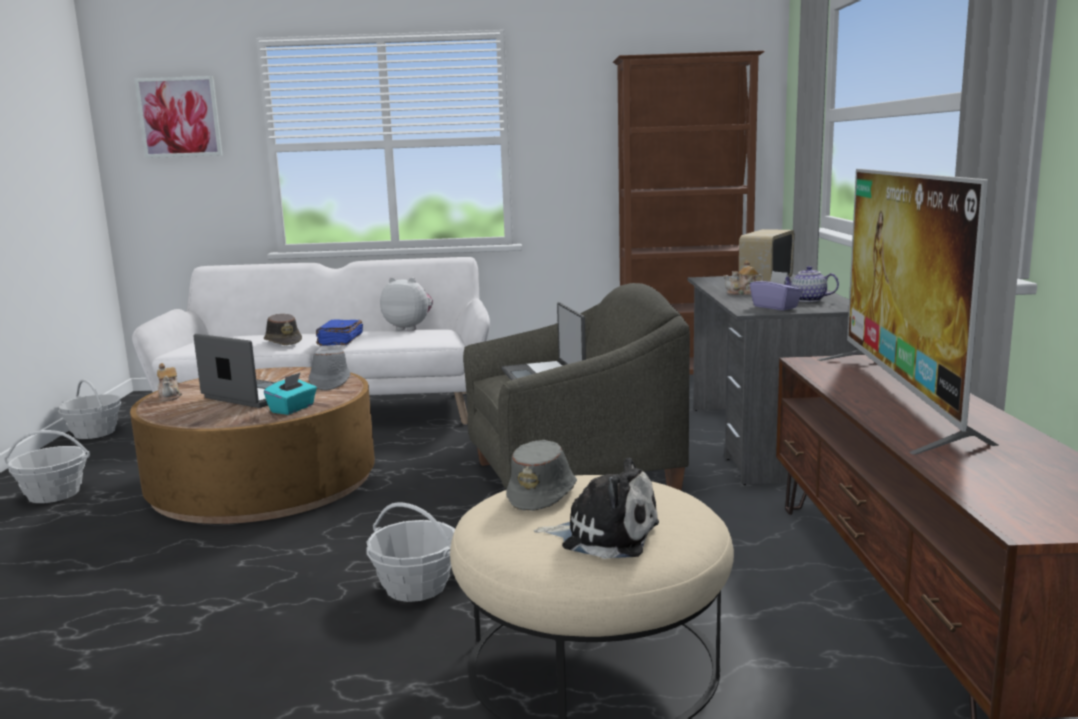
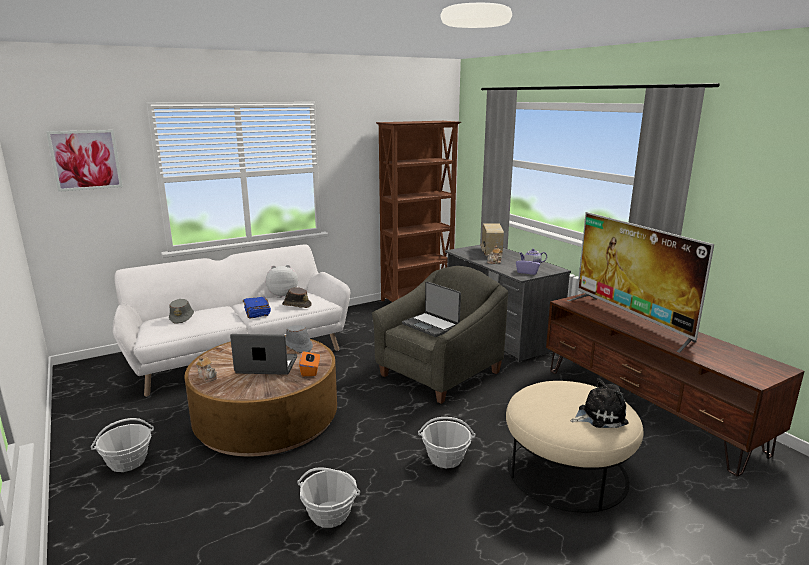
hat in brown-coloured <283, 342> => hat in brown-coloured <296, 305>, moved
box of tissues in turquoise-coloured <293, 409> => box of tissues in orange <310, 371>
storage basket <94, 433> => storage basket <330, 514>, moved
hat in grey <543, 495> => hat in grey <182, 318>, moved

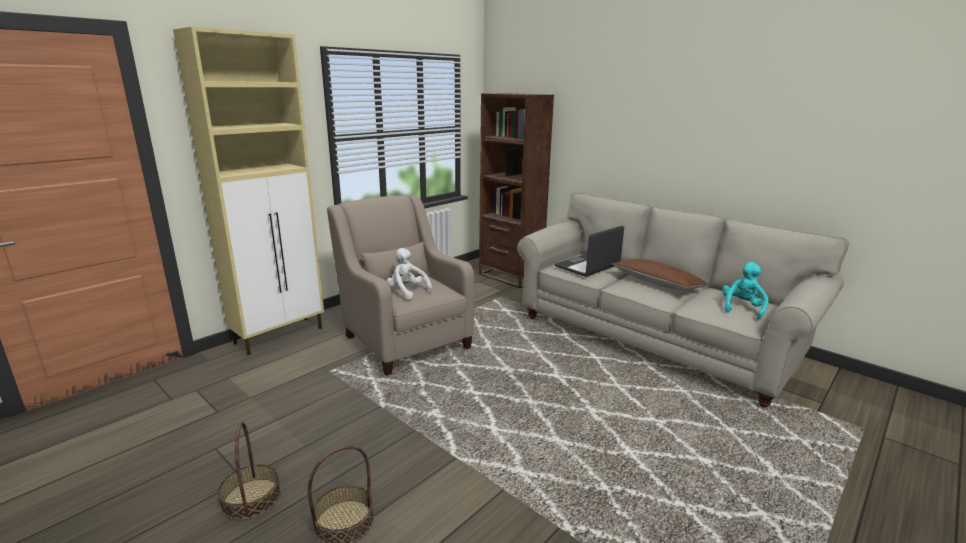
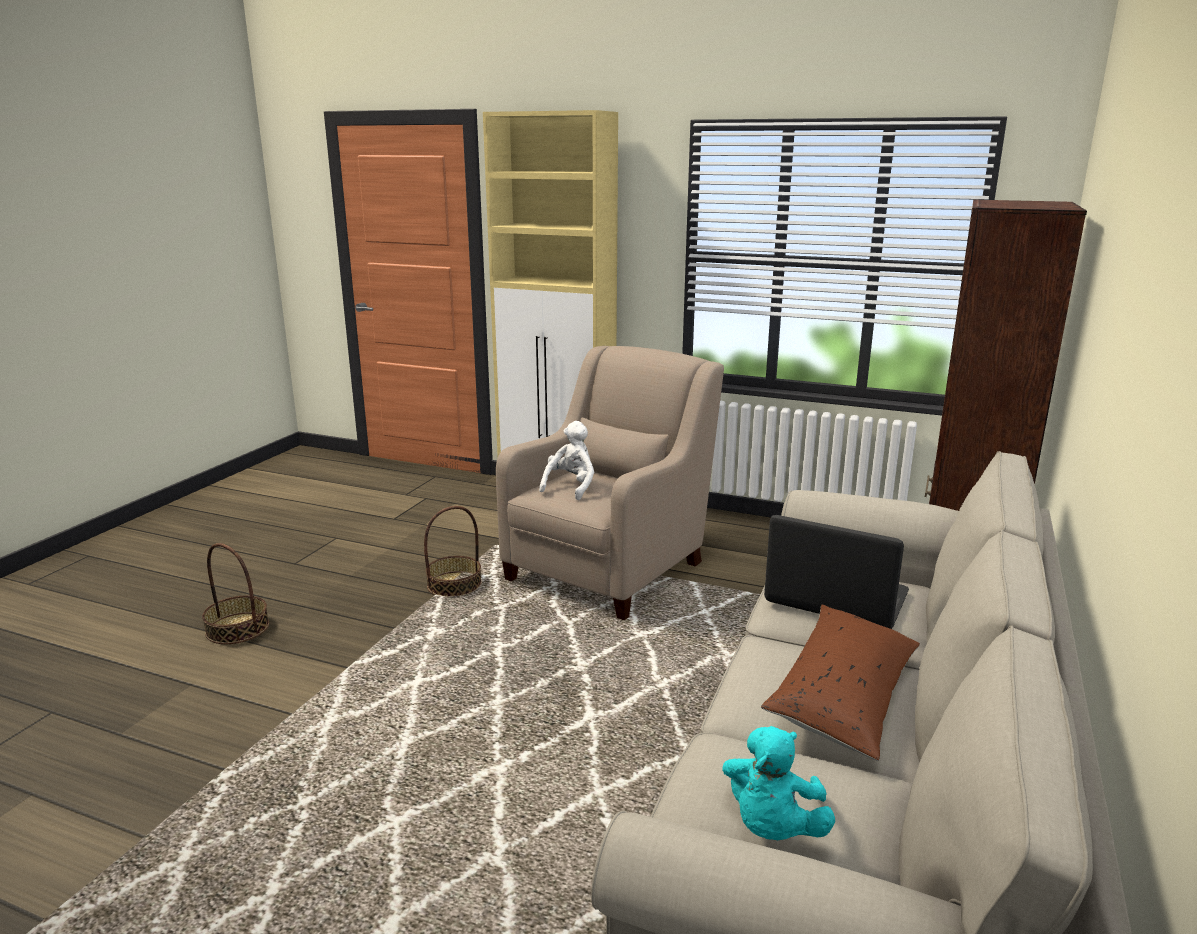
cuddly toy in turquoise-coloured <742, 308> => cuddly toy in turquoise-coloured <772, 827>, 105 degrees clockwise
storage basket <251, 498> => storage basket <454, 584>, moved

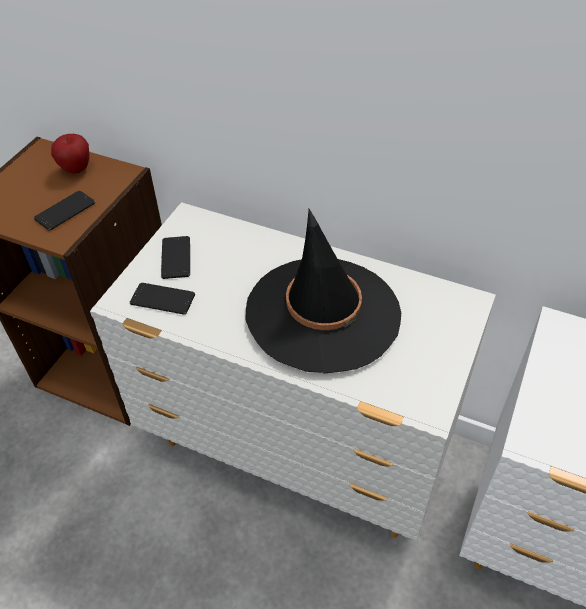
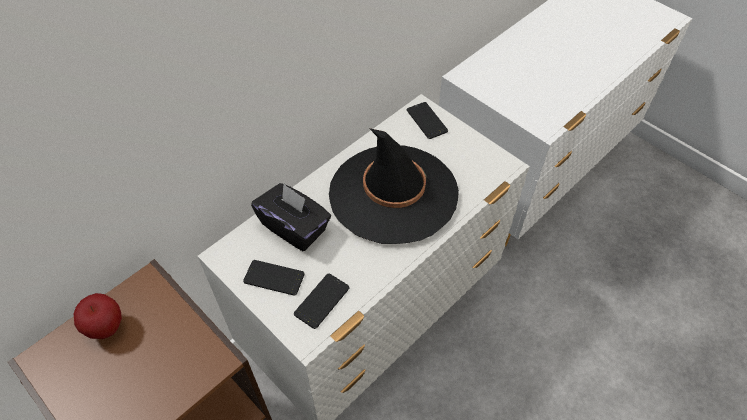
phone <65, 211> => phone <426, 121>, moved
nothing => box of tissues in black-coloured <294, 227>

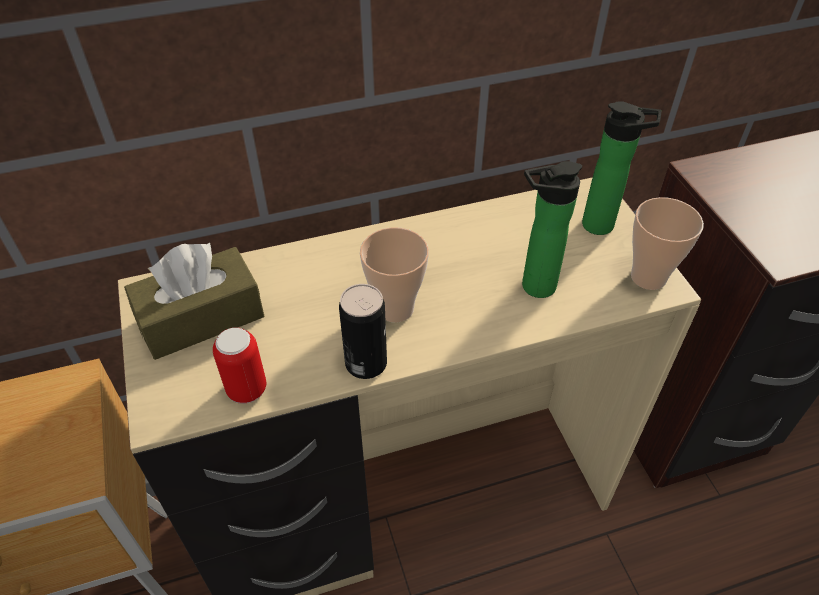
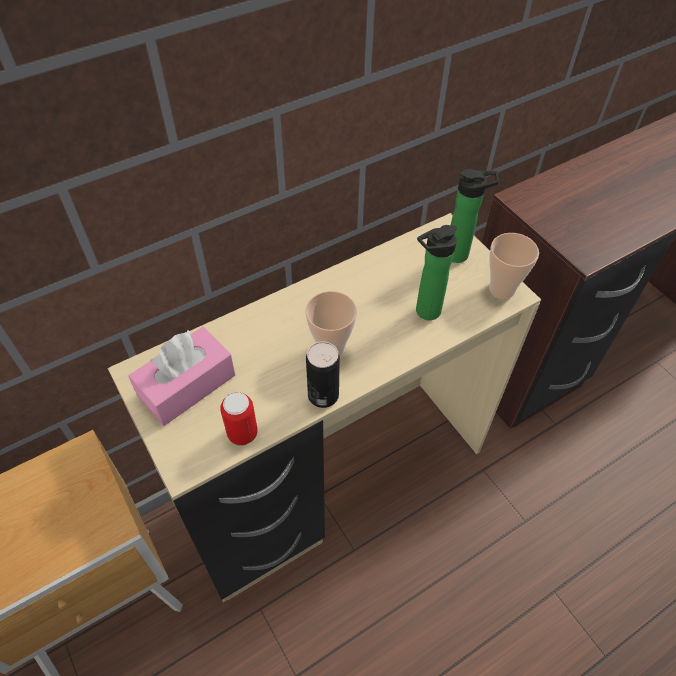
box of tissues in brown-coloured <201, 318> => box of tissues in pink-coloured <187, 385>

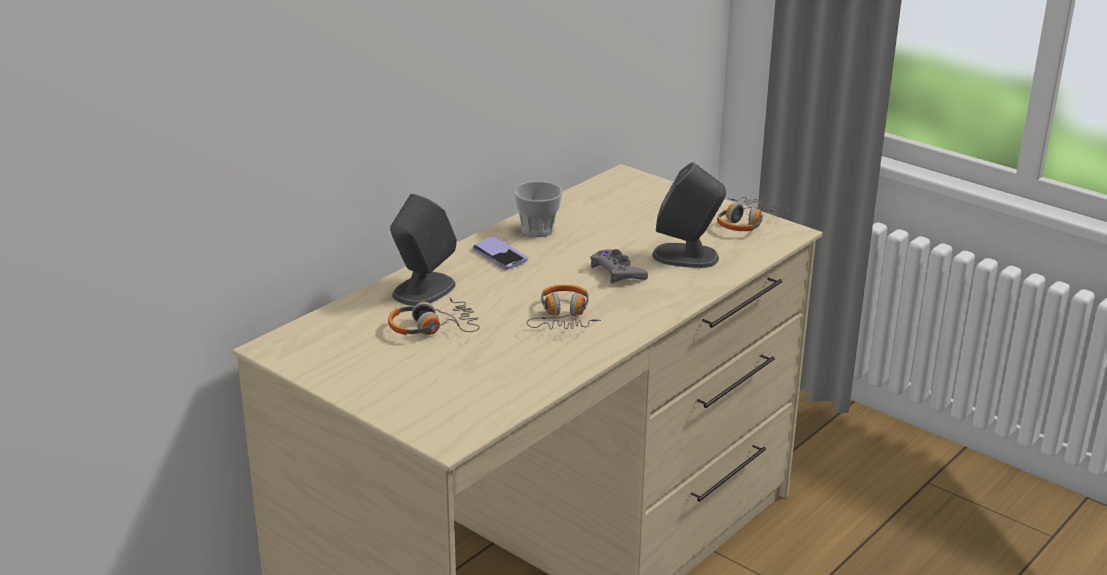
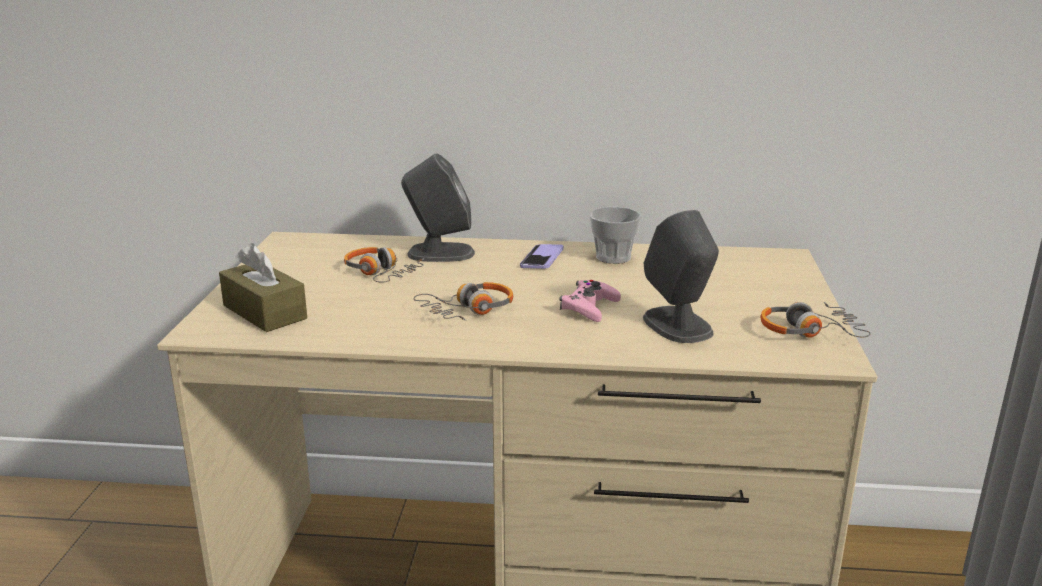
game controller in grey <617, 273> => game controller in pink-coloured <589, 307>
nothing => box of tissues in brown-coloured <264, 312>

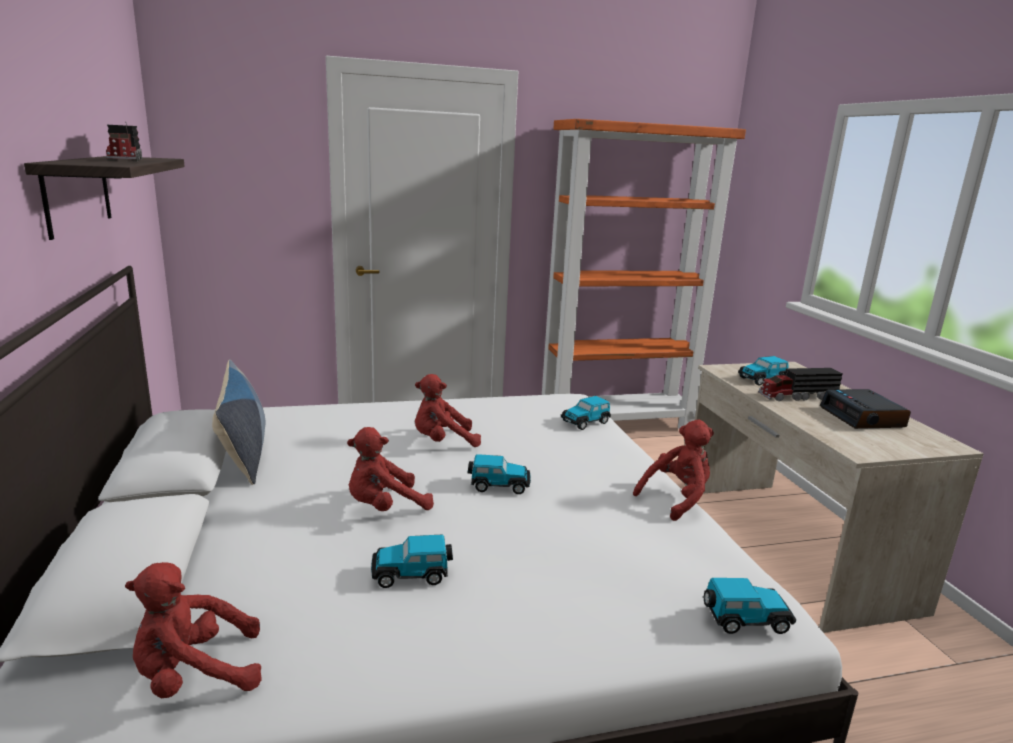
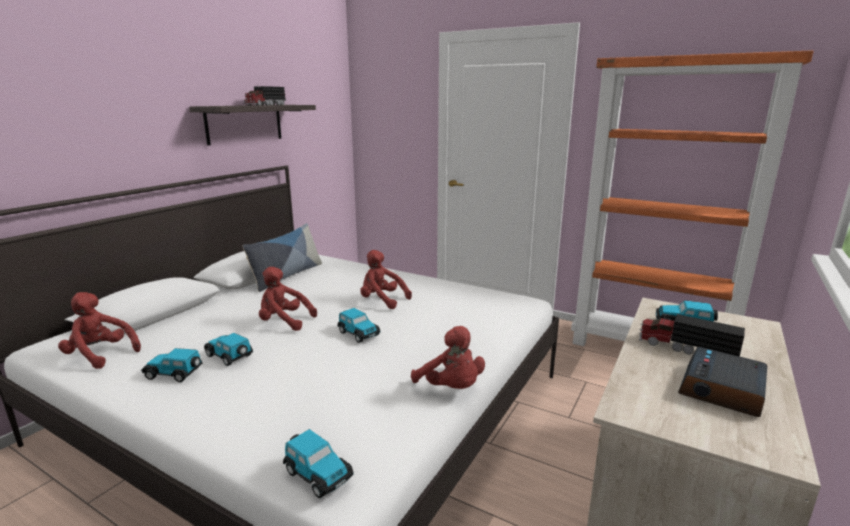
toy car <586, 422> => toy car <175, 373>, moved
cuddly toy in red <677, 498> => cuddly toy in red <451, 388>, 45 degrees clockwise

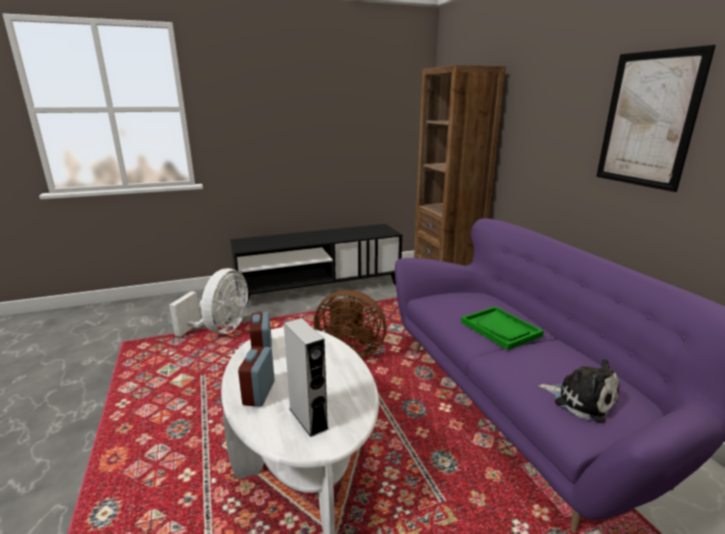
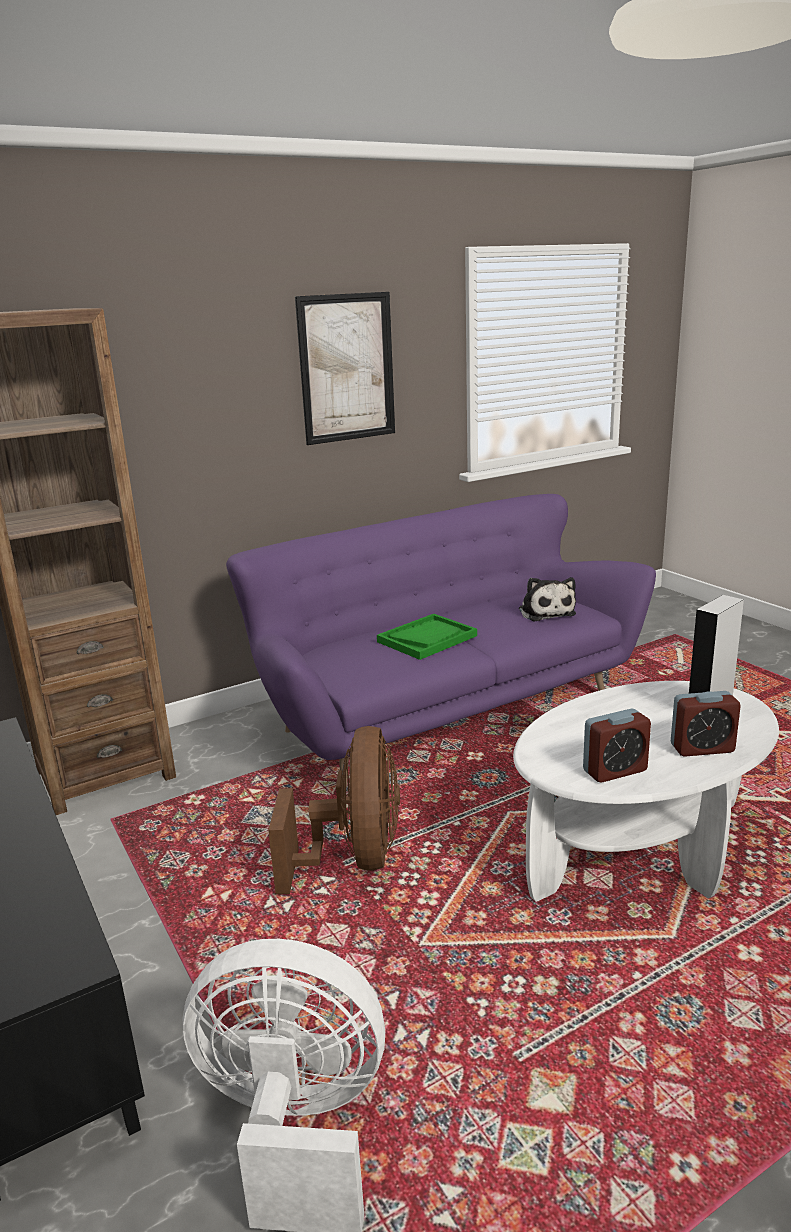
cuddly toy <581, 400> => cuddly toy <545, 612>, 135 degrees clockwise

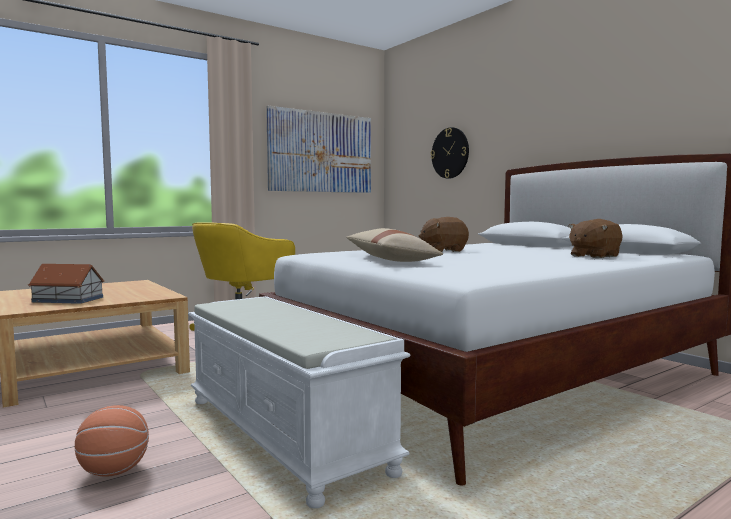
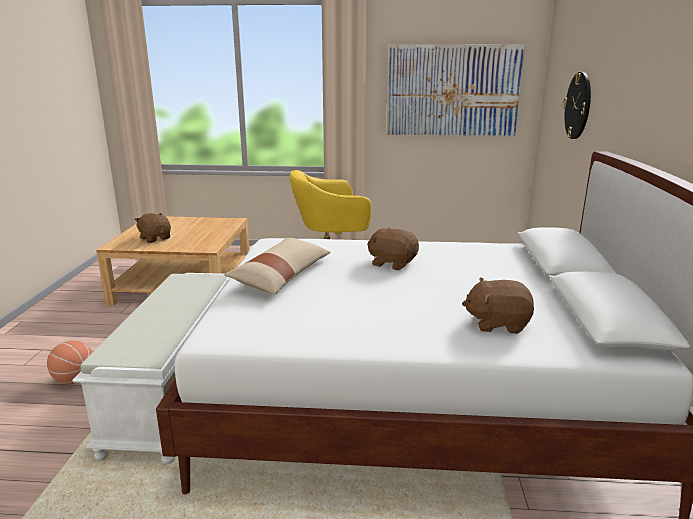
miniature house <68, 299> => cuddly toy in brown-coloured <155, 238>

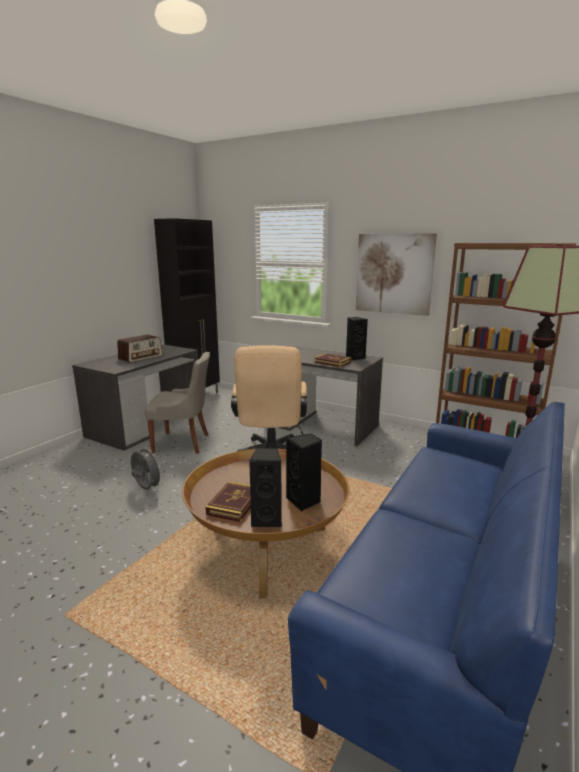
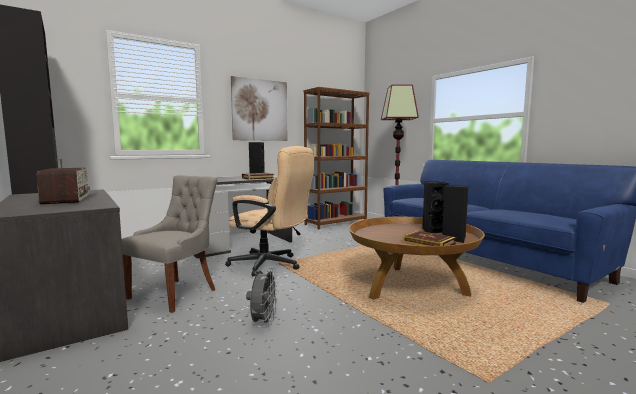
cooling fan in grey <146, 489> => cooling fan in grey <263, 322>, 120 degrees clockwise

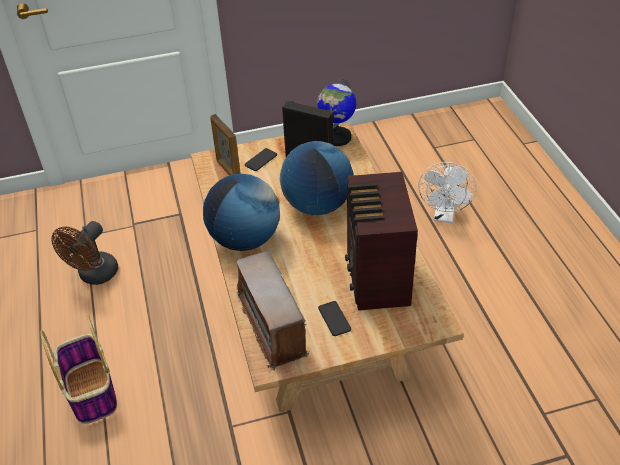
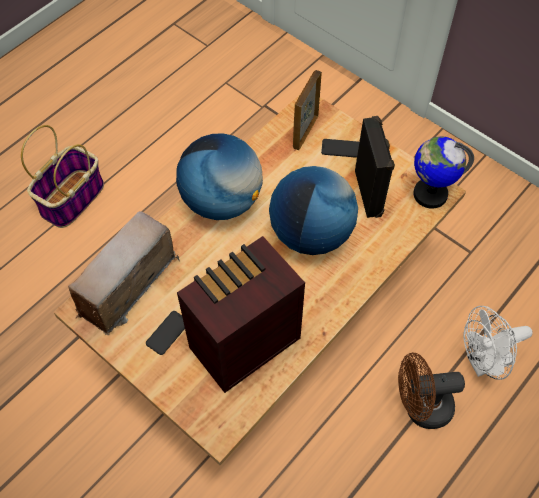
cooling fan in brown-coloured <95, 276> => cooling fan in brown-coloured <420, 407>, moved

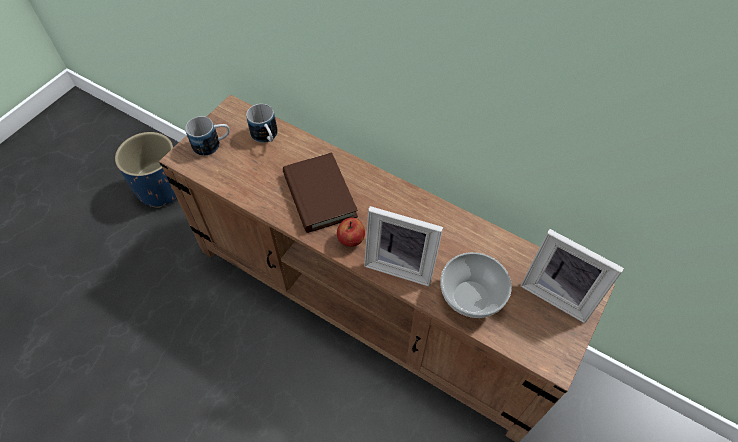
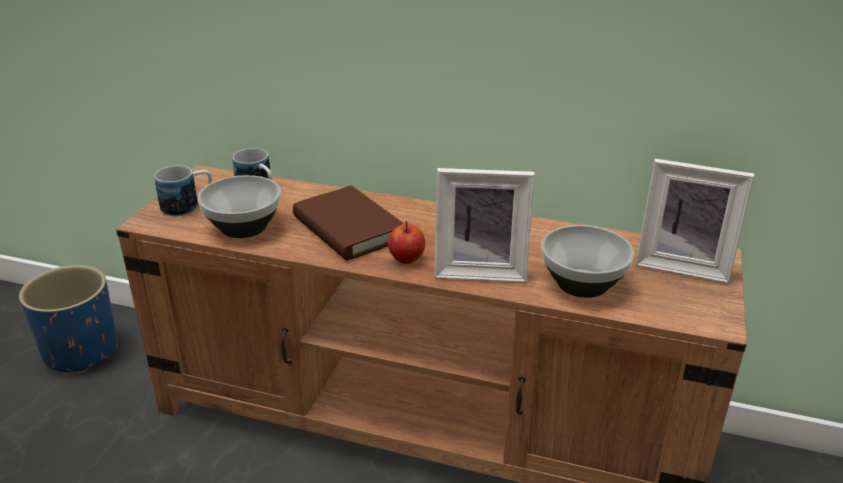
nothing => deep dish <244, 227>

